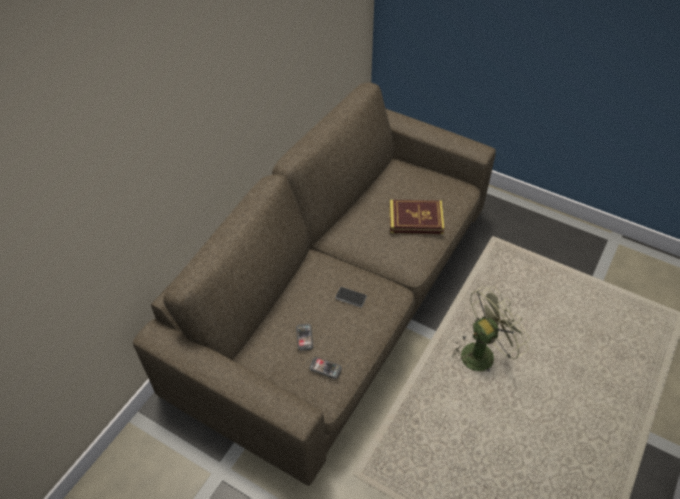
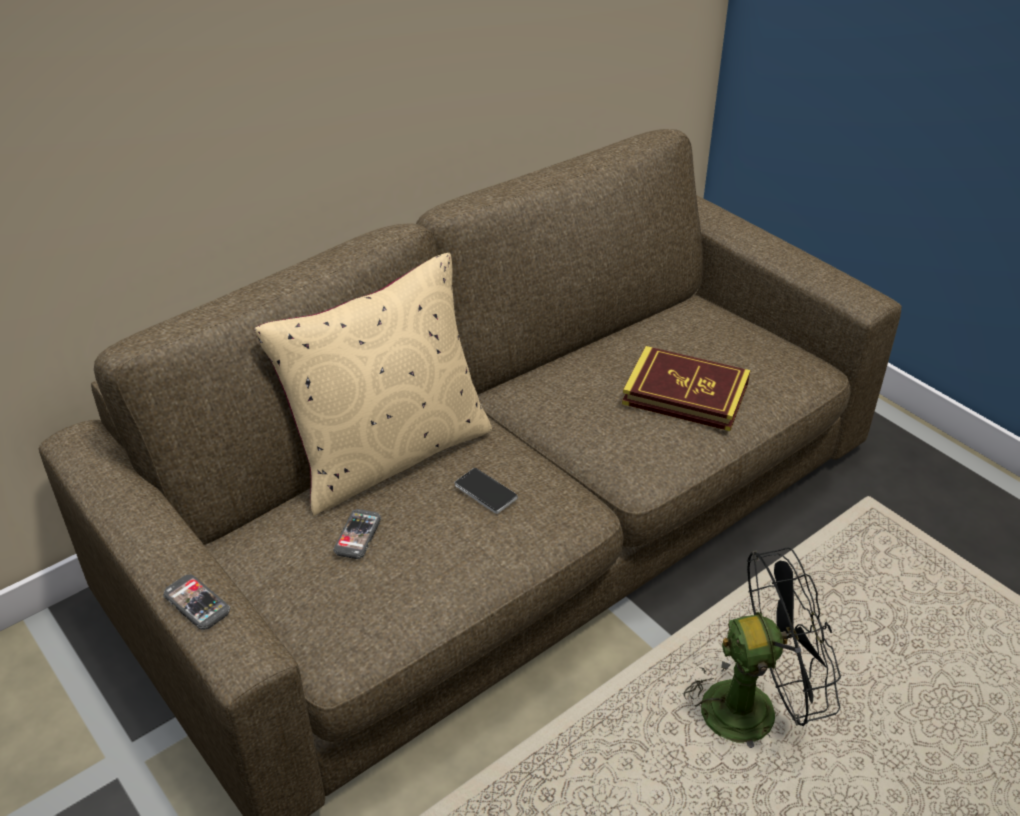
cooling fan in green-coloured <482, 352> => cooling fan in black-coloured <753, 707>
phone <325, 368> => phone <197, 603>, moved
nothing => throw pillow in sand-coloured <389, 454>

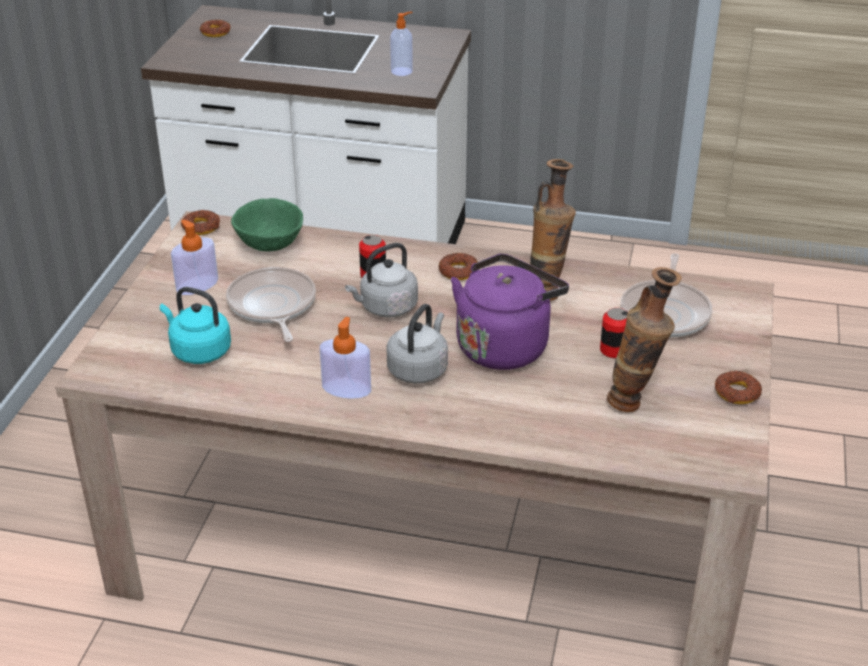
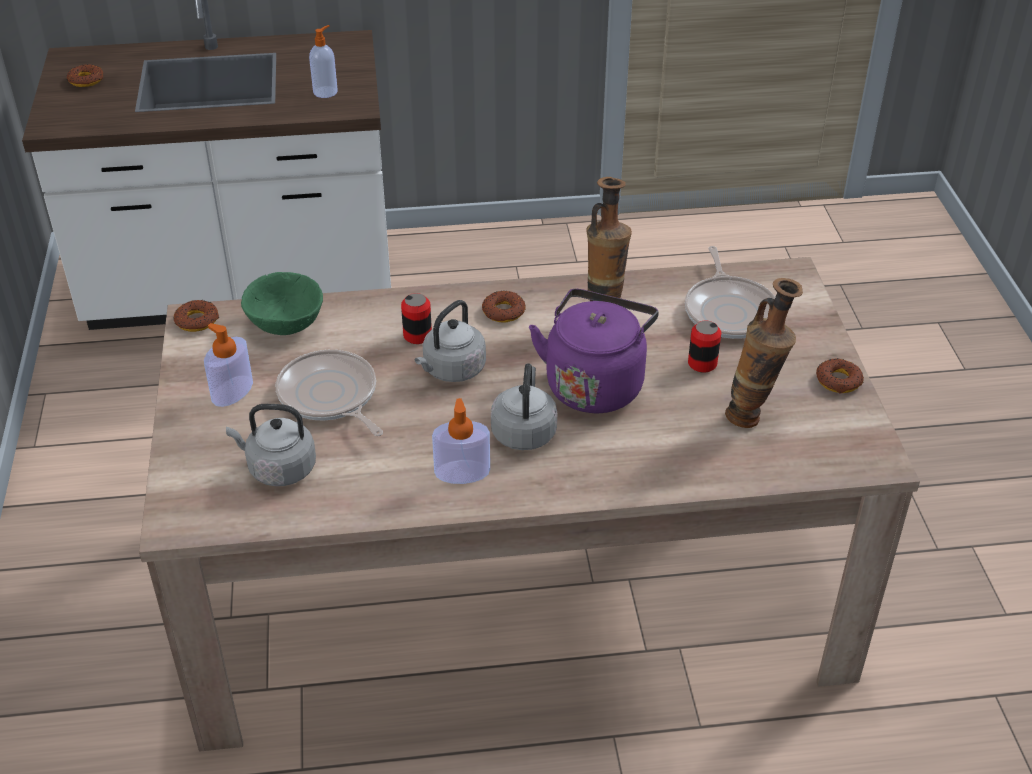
kettle in turquoise-coloured <198, 351> => kettle in grey <278, 469>

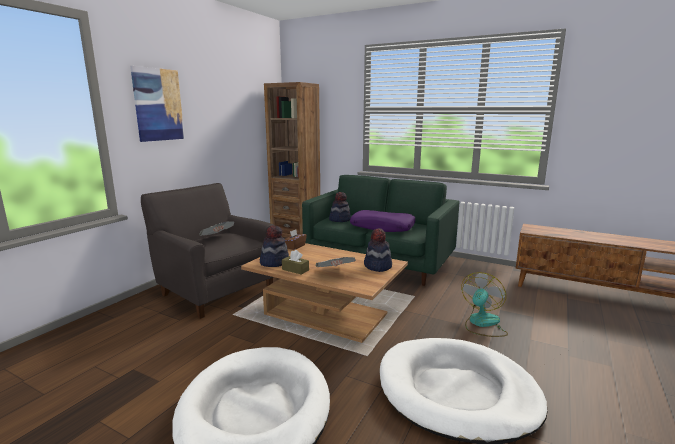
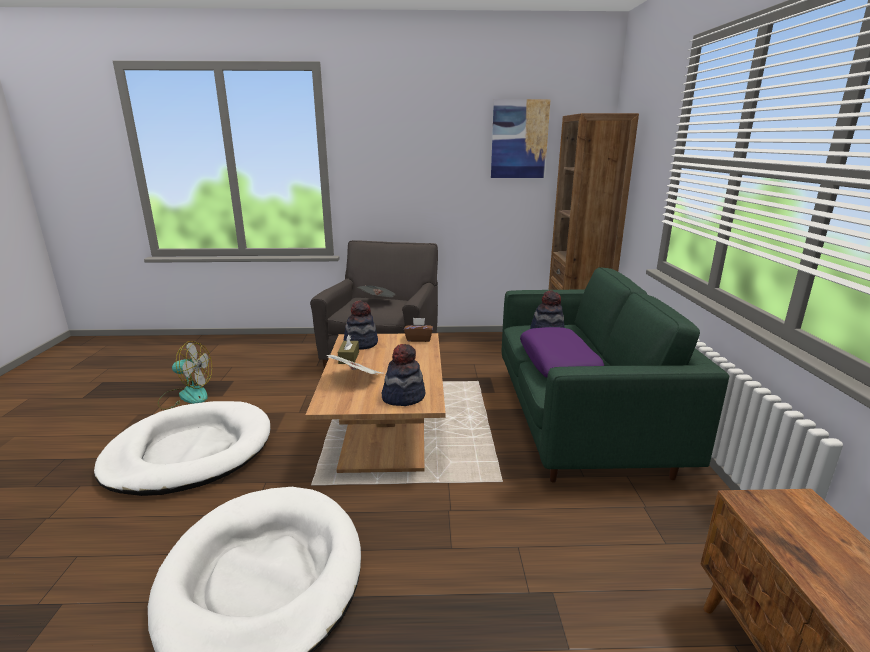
wall art <158, 105> => wall art <519, 139>, moved
cooling fan <482, 324> => cooling fan <186, 396>, moved

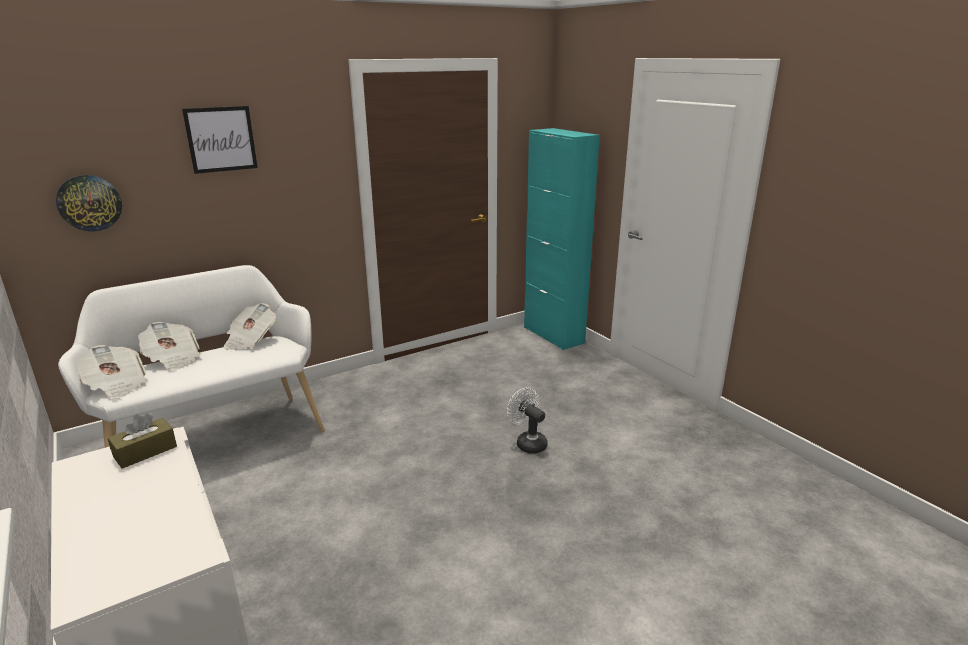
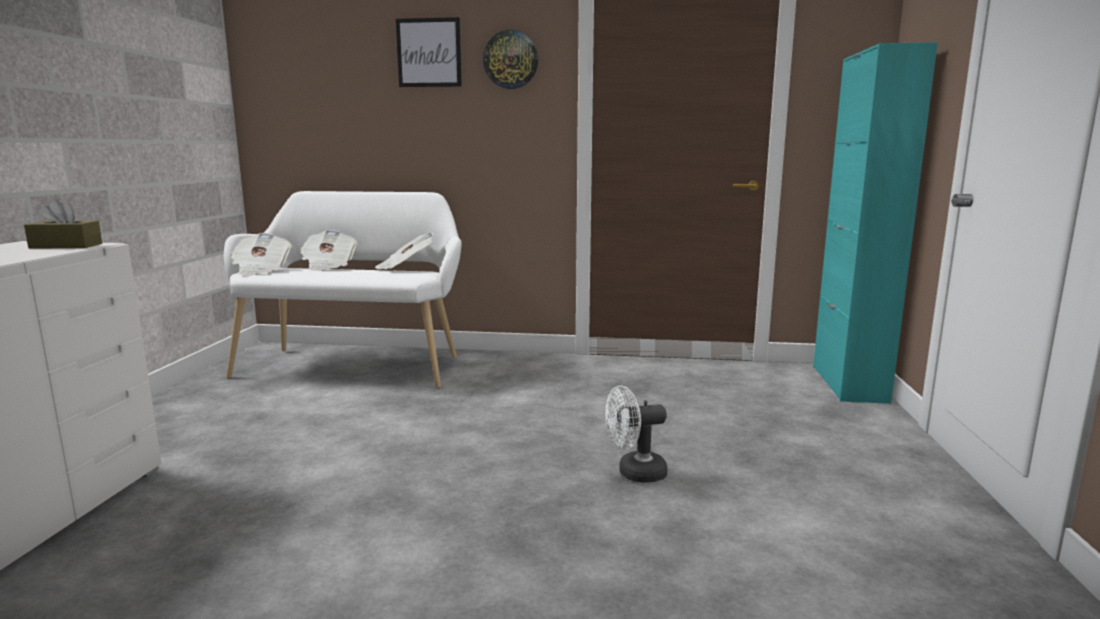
clock on the wall <89, 203> => clock on the wall <510, 60>, moved
cooling fan in whitish <528, 443> => cooling fan in whitish <634, 473>, 105 degrees counterclockwise

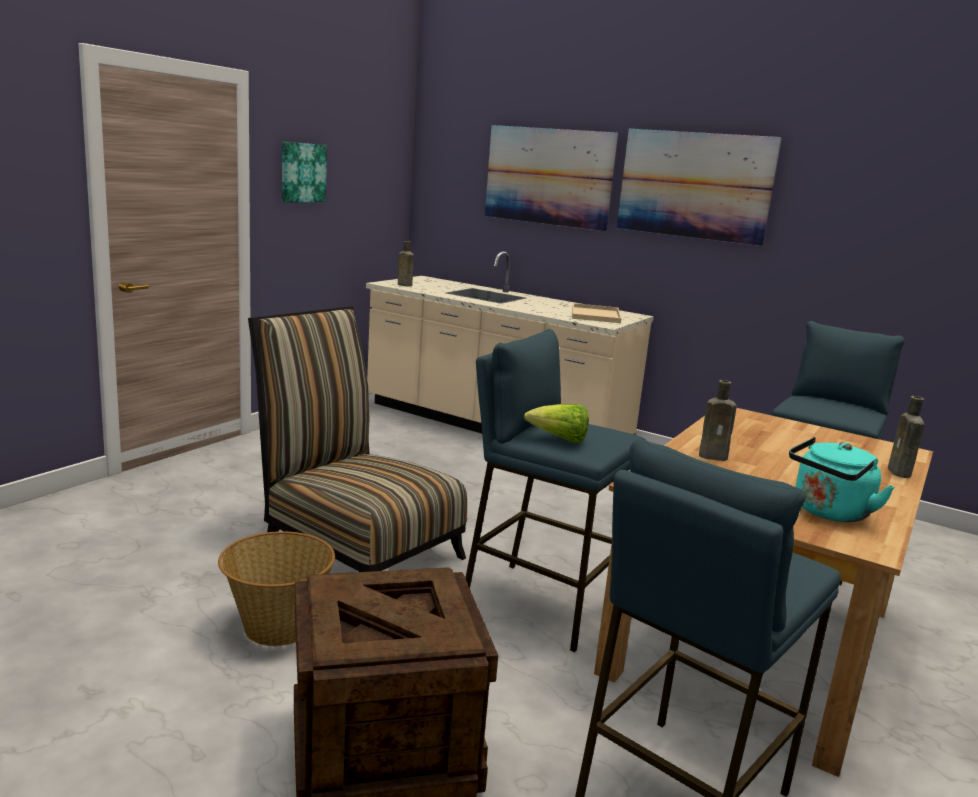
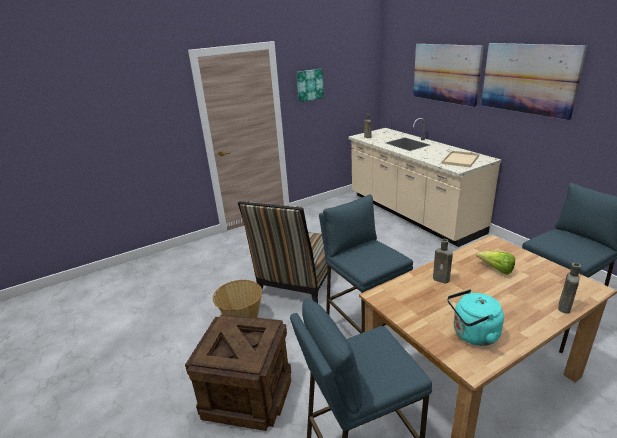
upright chair <355, 547> => upright chair <297, 283>, 135 degrees counterclockwise
lettuce <559, 439> => lettuce <496, 270>, moved

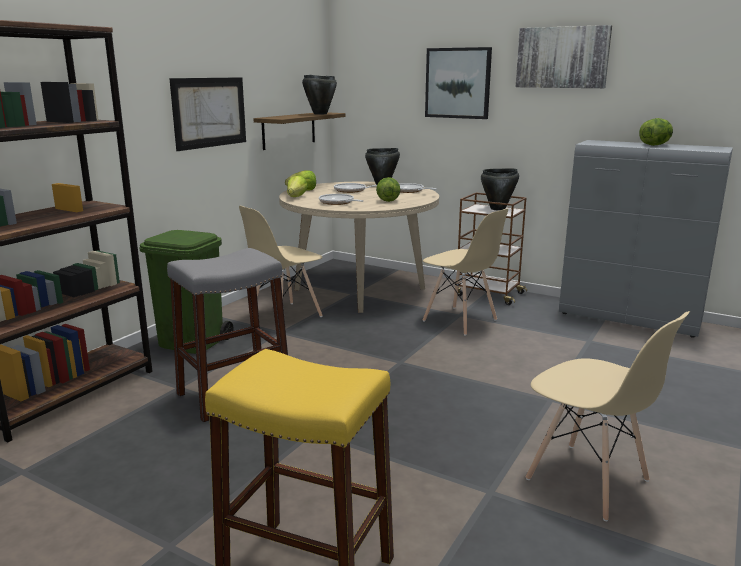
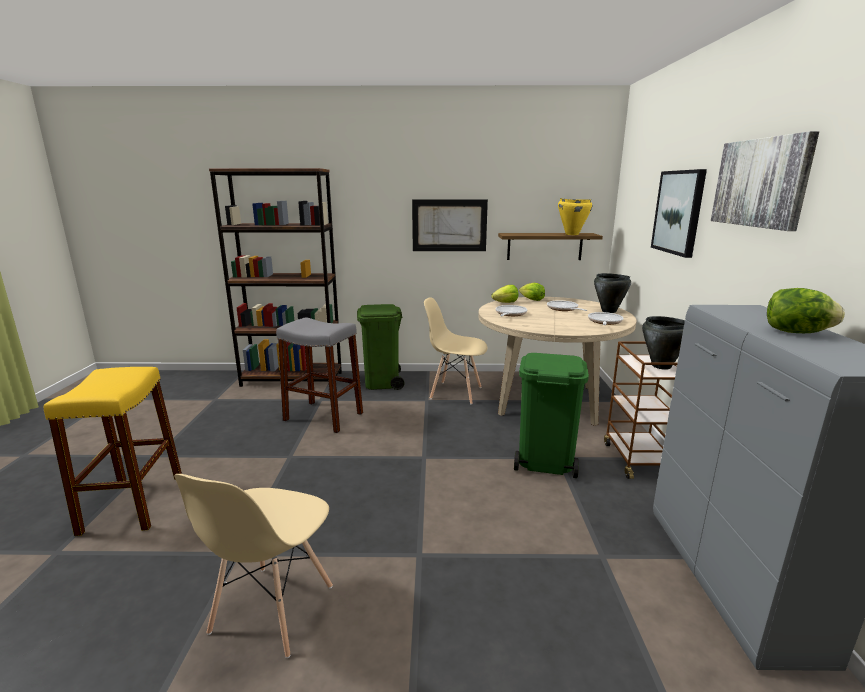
saucepot in black-coloured <319, 114> => saucepot in yellow-coloured <571, 234>
lettuce <388, 200> => nothing
upright chair in sand-coloured <460, 321> => trash can in green-coloured <544, 461>

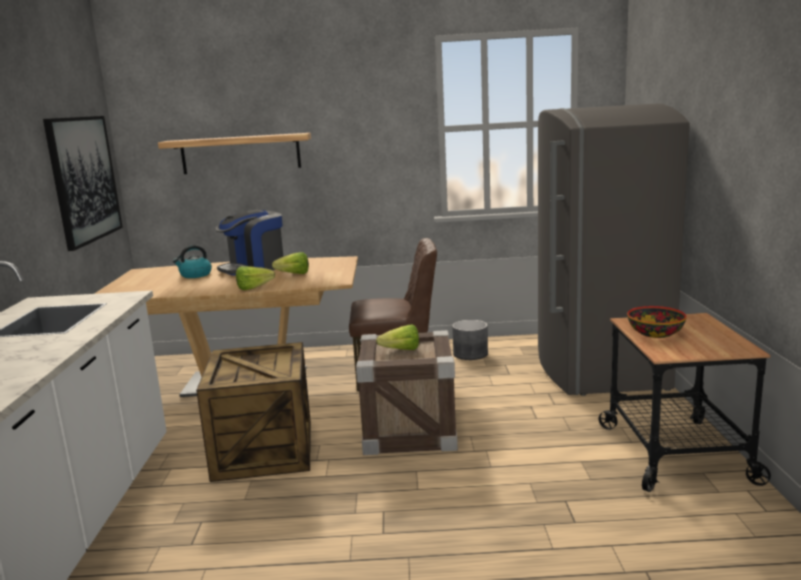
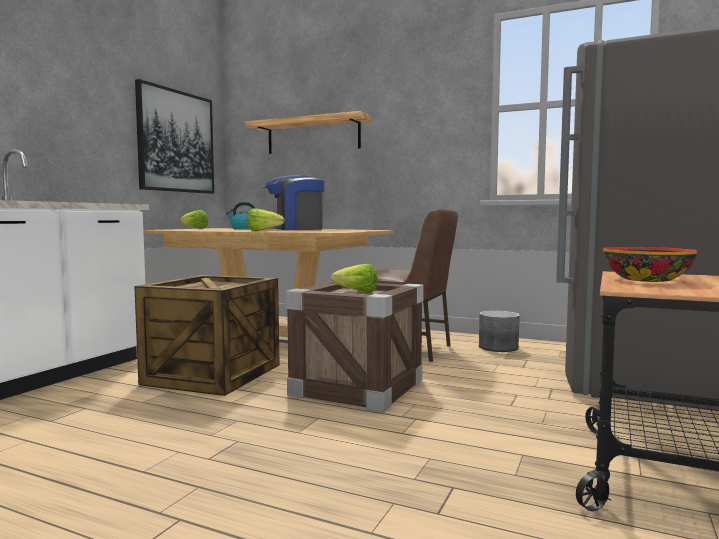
lettuce <291, 274> => lettuce <193, 228>, moved

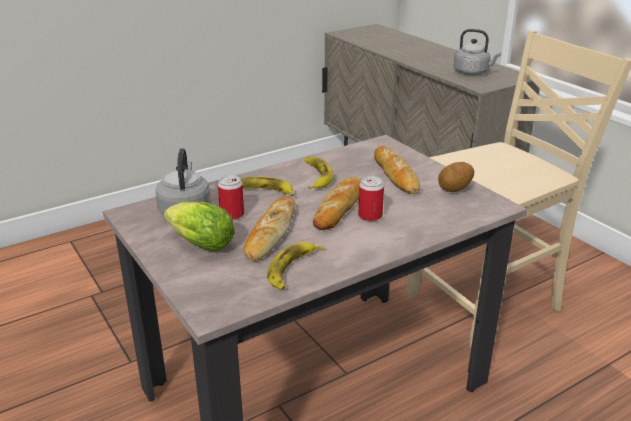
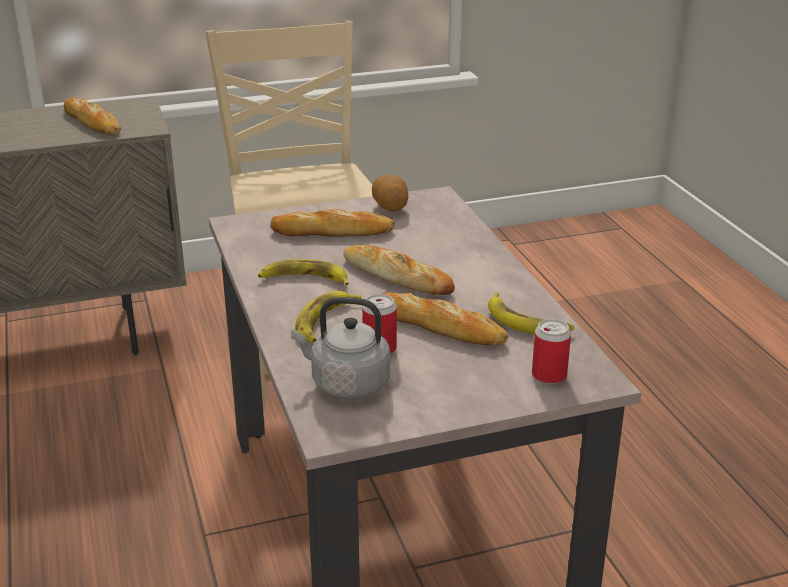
kettle in grey <472, 73> => bakery bread <92, 122>
sealed can <370, 216> => sealed can <549, 375>, moved
lettuce <198, 244> => nothing

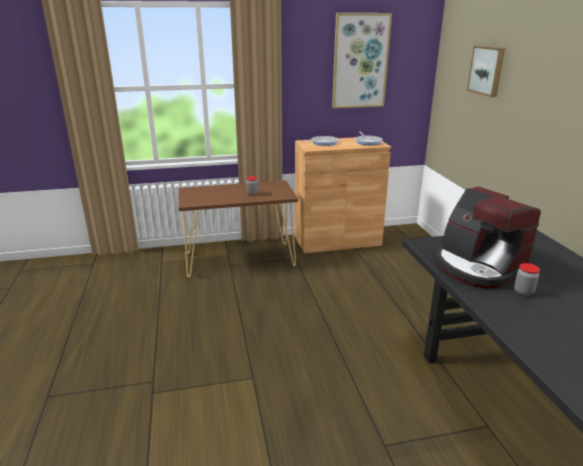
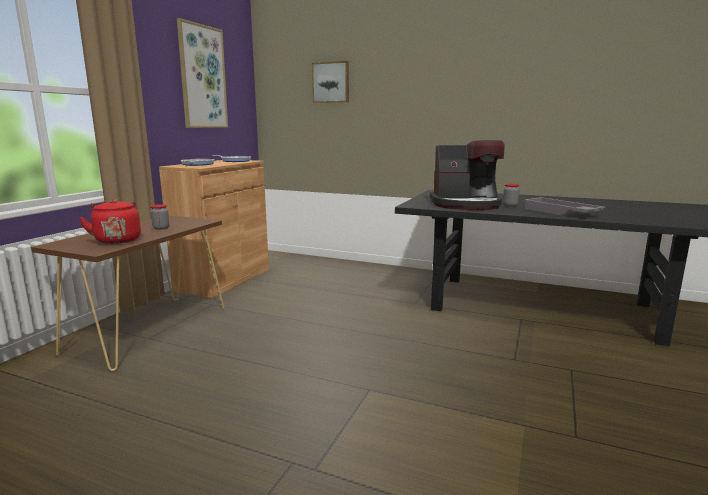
nothing => tray in grey <560, 212>
nothing => kettle in red <117, 240>

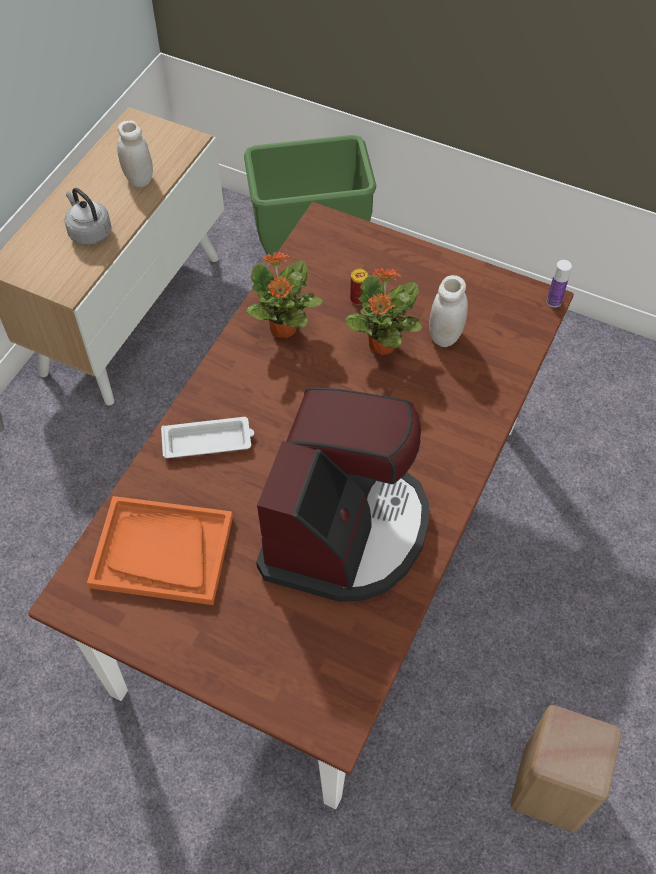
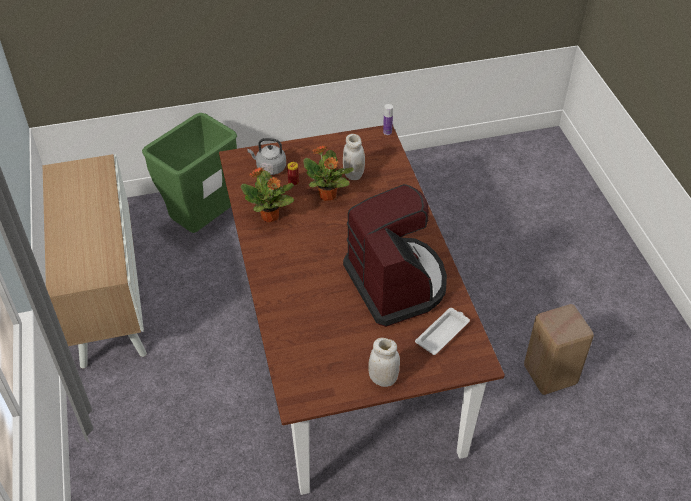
preserve jar in whitish <139, 179> => preserve jar in whitish <383, 379>, moved
kettle in grey <89, 232> => kettle in grey <269, 168>, moved
tray in whitish <209, 441> => tray in whitish <443, 333>, moved
tray in orange <162, 552> => nothing

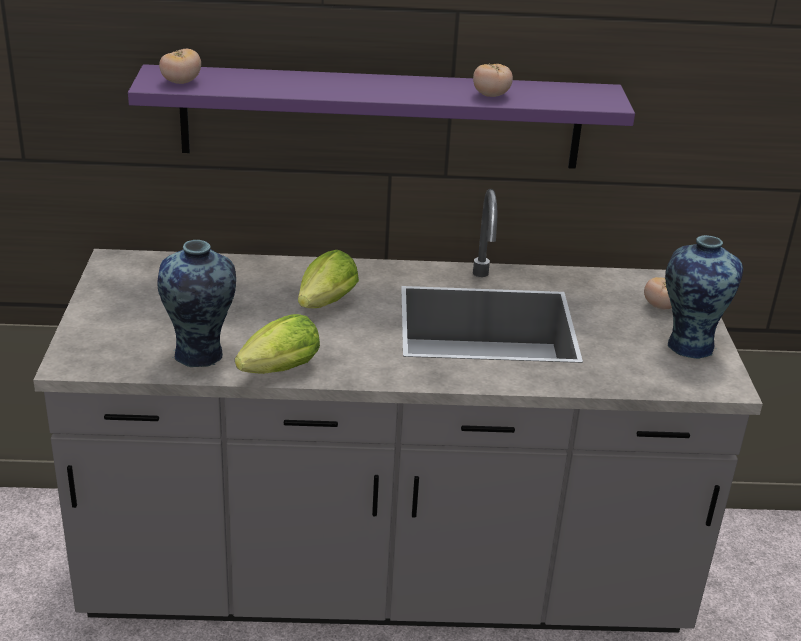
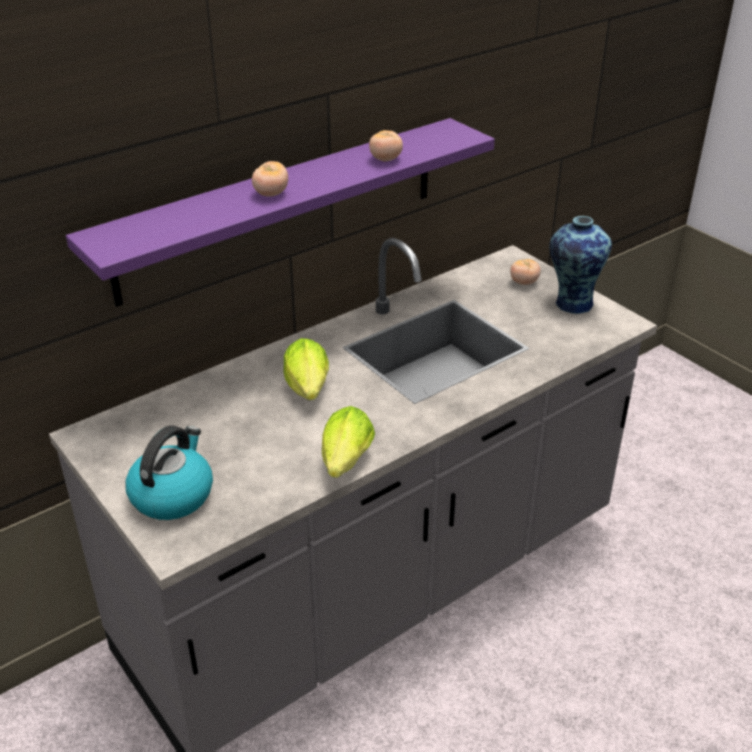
fresh tomato <181, 82> => fresh tomato <271, 194>, moved
decorative vase <201, 355> => nothing
nothing => kettle <172, 494>

